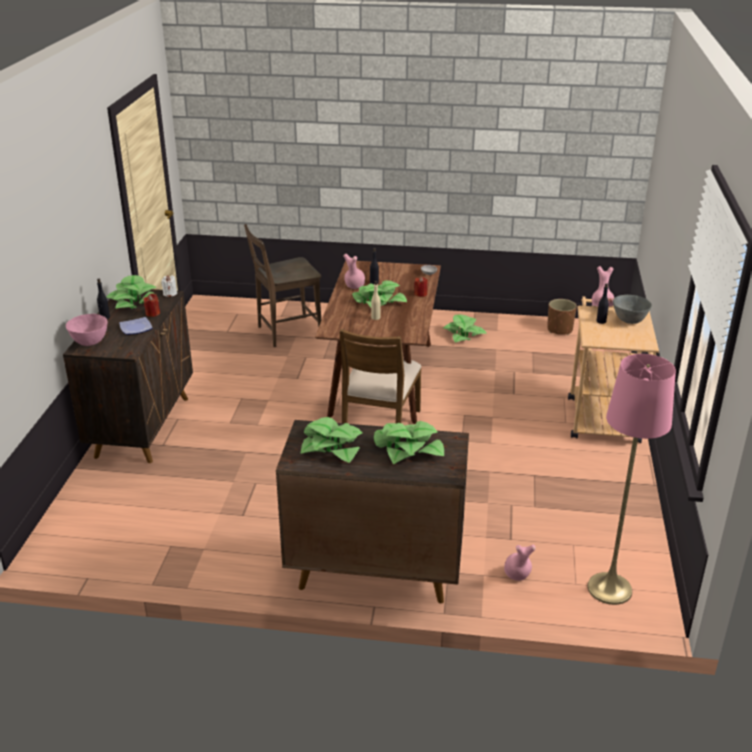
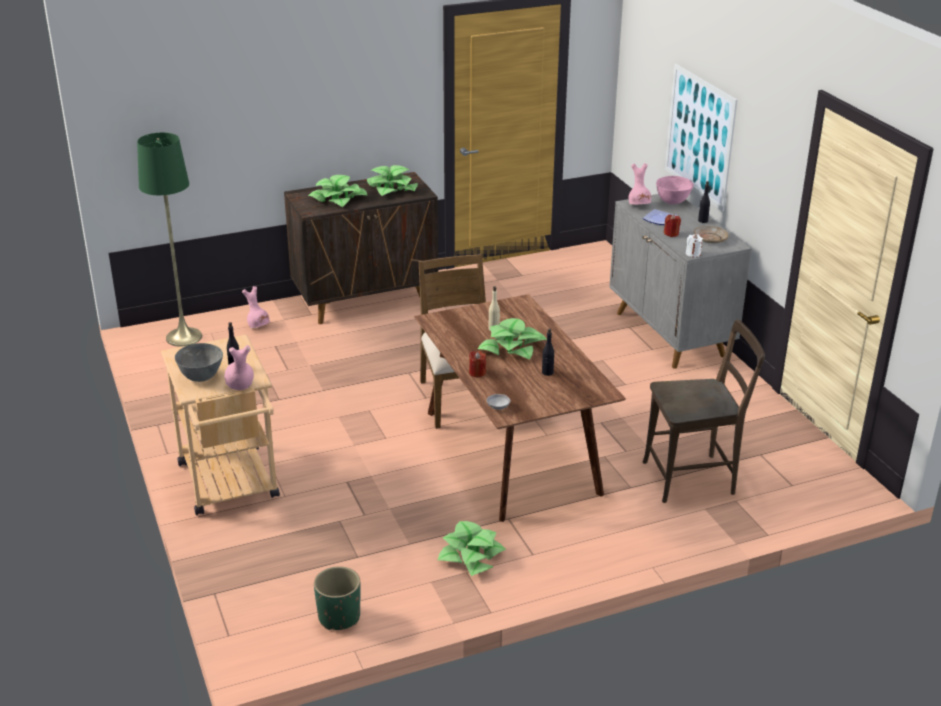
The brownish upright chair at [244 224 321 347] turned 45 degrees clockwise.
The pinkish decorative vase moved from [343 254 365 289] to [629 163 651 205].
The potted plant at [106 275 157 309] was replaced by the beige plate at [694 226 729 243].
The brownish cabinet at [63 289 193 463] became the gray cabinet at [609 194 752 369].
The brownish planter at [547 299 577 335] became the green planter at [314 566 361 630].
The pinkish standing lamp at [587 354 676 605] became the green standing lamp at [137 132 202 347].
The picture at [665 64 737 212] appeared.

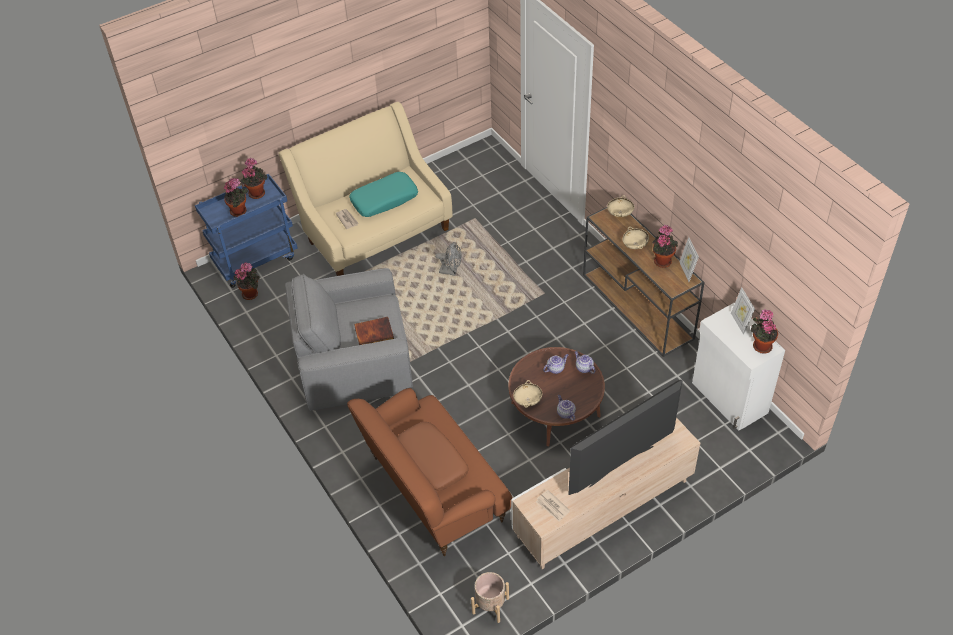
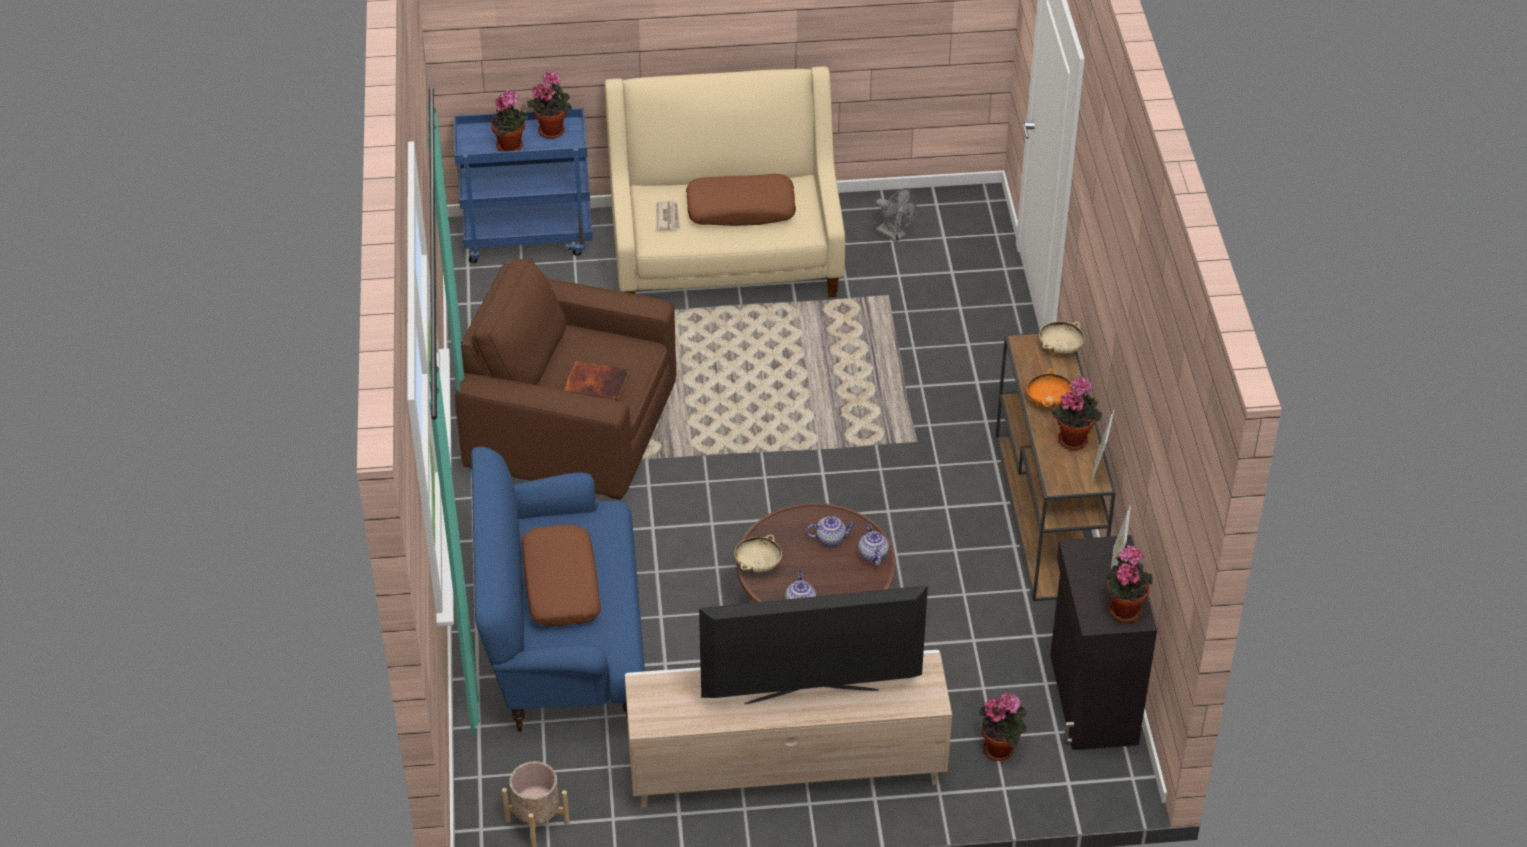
The turquoise-coloured pillow at [349 172 418 217] became the brownish pillow at [686 174 796 226].
The beige deep dish at [622 227 649 249] became the orange deep dish at [1027 369 1074 407].
The gray electric fan moved from [435 242 462 276] to [876 188 917 242].
The potted plant moved from [233 262 260 300] to [979 693 1027 761].
The gray lounge chair at [285 268 413 411] became the brownish lounge chair at [455 258 676 500].
The white-coloured cabinet at [692 303 785 431] became the black-coloured cabinet at [1050 535 1157 750].
The brownish couch at [347 388 512 556] became the blue-coloured couch at [471 446 645 732].
The newspaper at [536 490 570 522] disappeared.

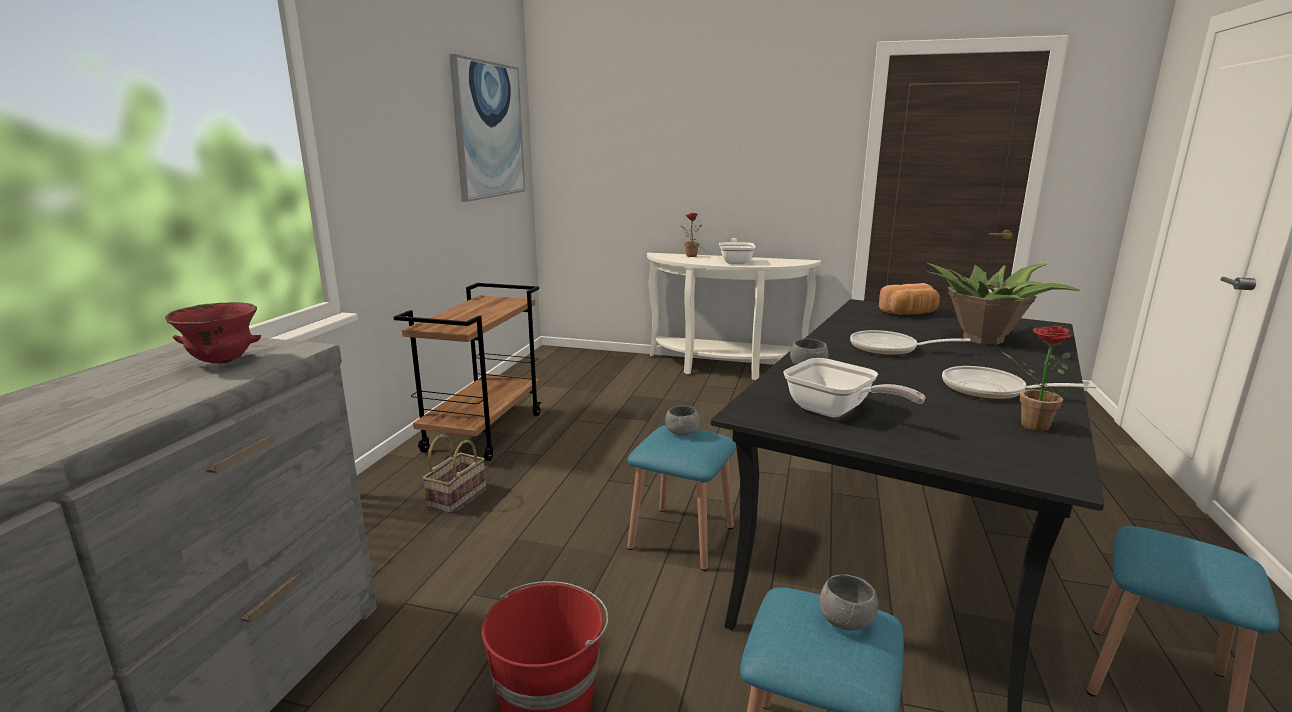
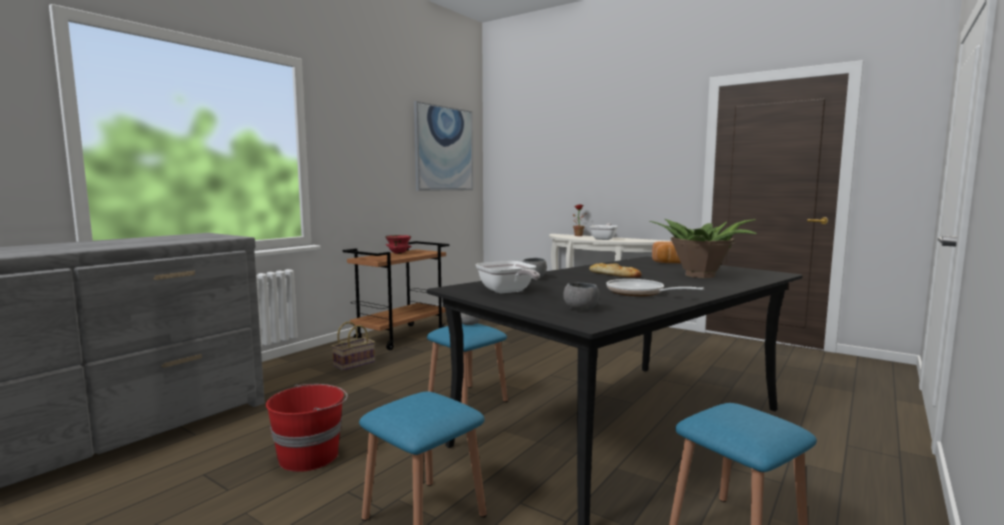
The red deep dish moved from [165 302 261 363] to [385 235 412 254].
The potted plant at [1002 326 1071 431] disappeared.
The pan at [850 330 971 356] was replaced by the bakery bread at [589 263 641 278].
The gray deep dish moved from [820 574 878 630] to [563 283 600 310].

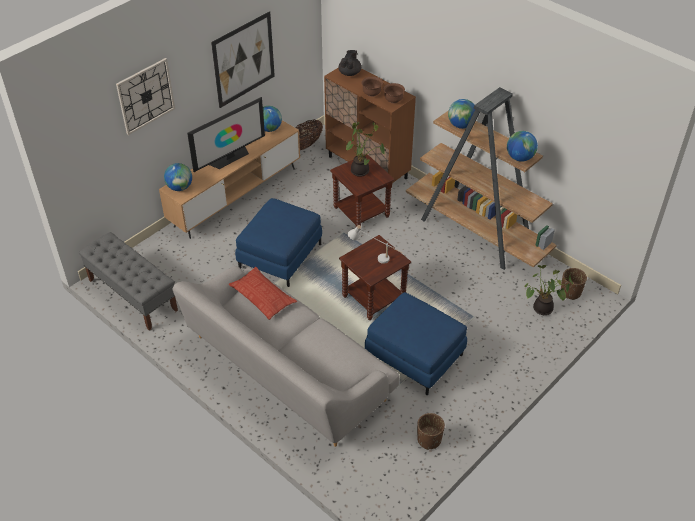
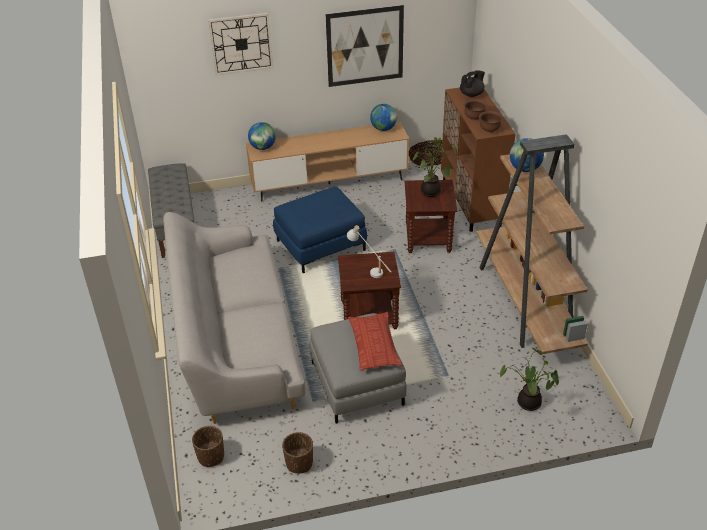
The television at [187 97 265 172] disappeared.
The globe at [507 131 538 162] disappeared.
The pillow moved from [229 267 297 320] to [348 312 402 371].
The brownish planter moved from [561 268 587 300] to [192 426 224 467].
The blue-coloured footrest at [365 292 467 395] became the gray footrest at [309 313 407 424].

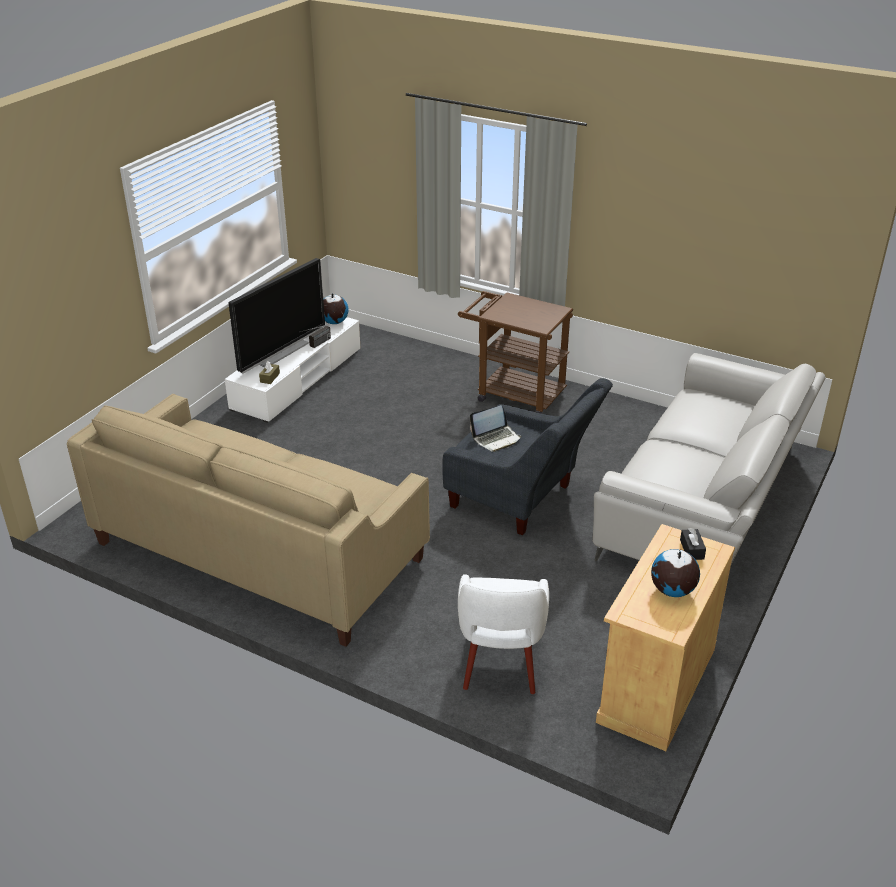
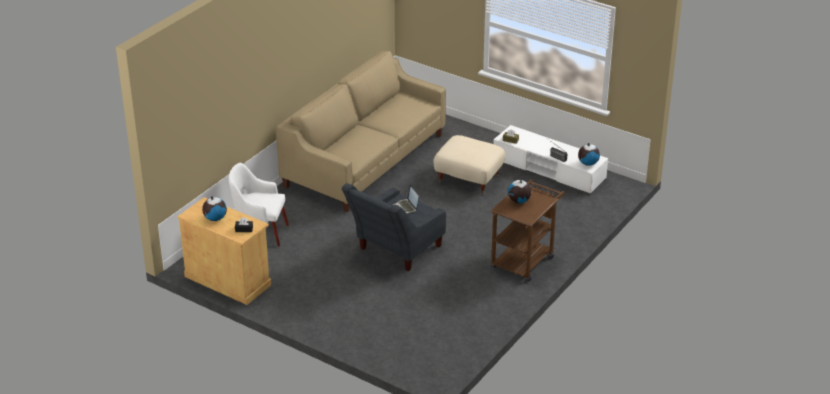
The television at [229 258 325 374] disappeared.
The gray couch at [592 353 825 564] disappeared.
The beige footrest at [434 135 505 195] appeared.
The globe at [508 179 531 203] appeared.

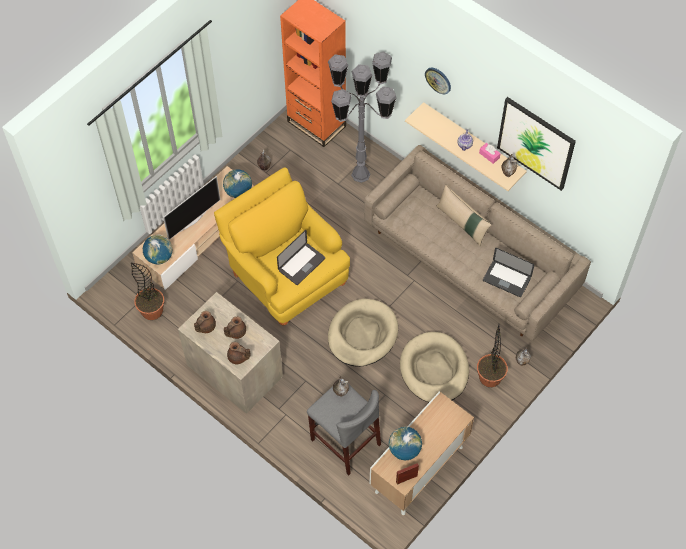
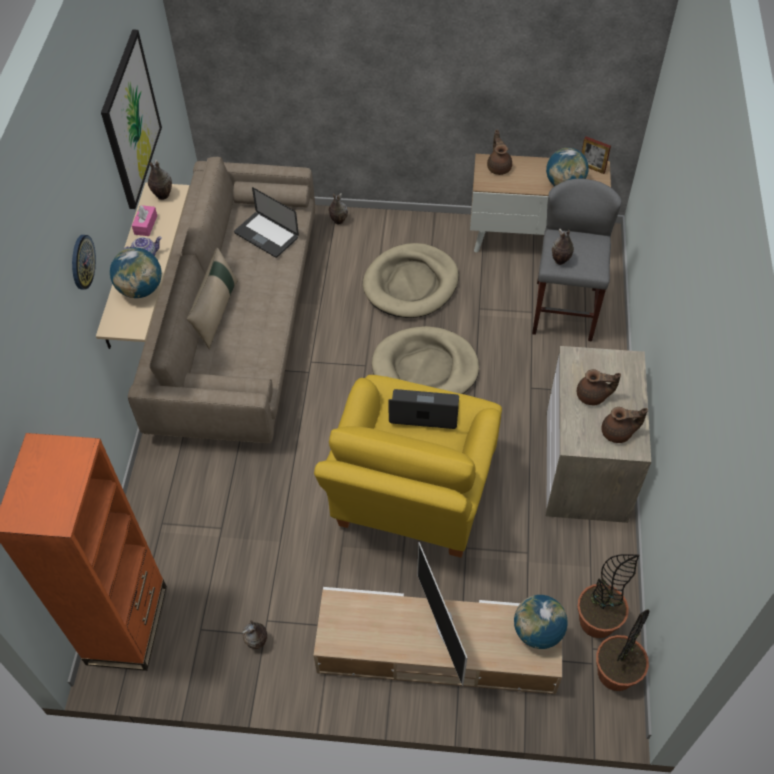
The gray standing lamp at [328 51 397 183] disappeared.
The globe moved from [223 169 252 198] to [110 247 162 298].
The television at [163 176 220 240] turned 120 degrees counterclockwise.
The laptop at [483 248 534 297] turned 135 degrees clockwise.
The potted plant moved from [477 324 508 387] to [596 609 649 691].
The brownish teapot moved from [227 342 251 364] to [487 130 512 175].

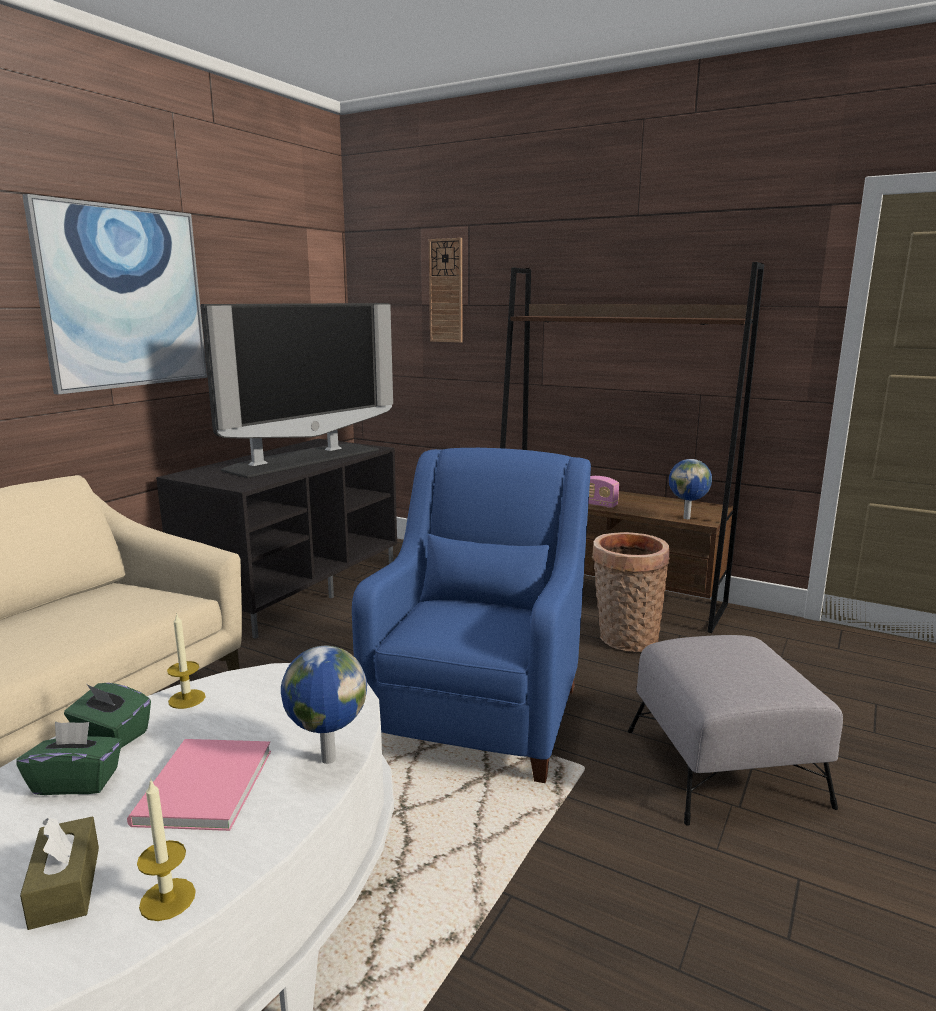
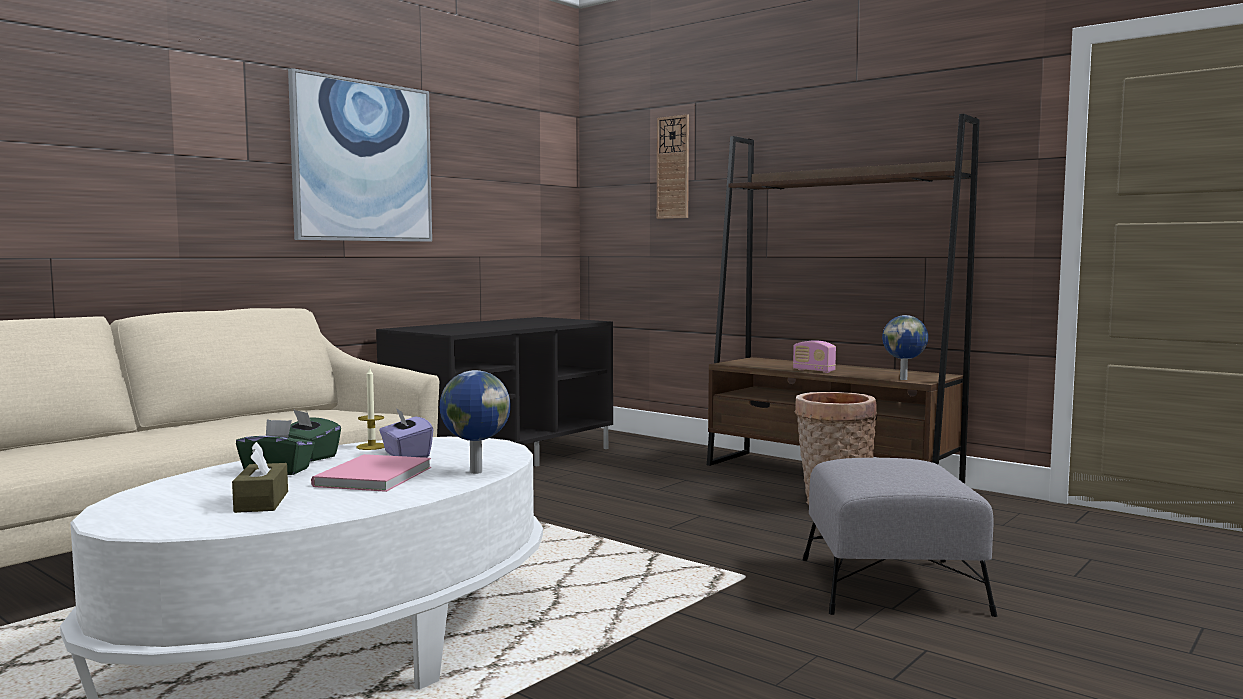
The television at [201 303 393 478] disappeared.
The blue-coloured lounge chair at [352 448 591 783] disappeared.
The candle at [137 778 196 921] disappeared.
The purple tissue holder at [379 408 433 458] appeared.

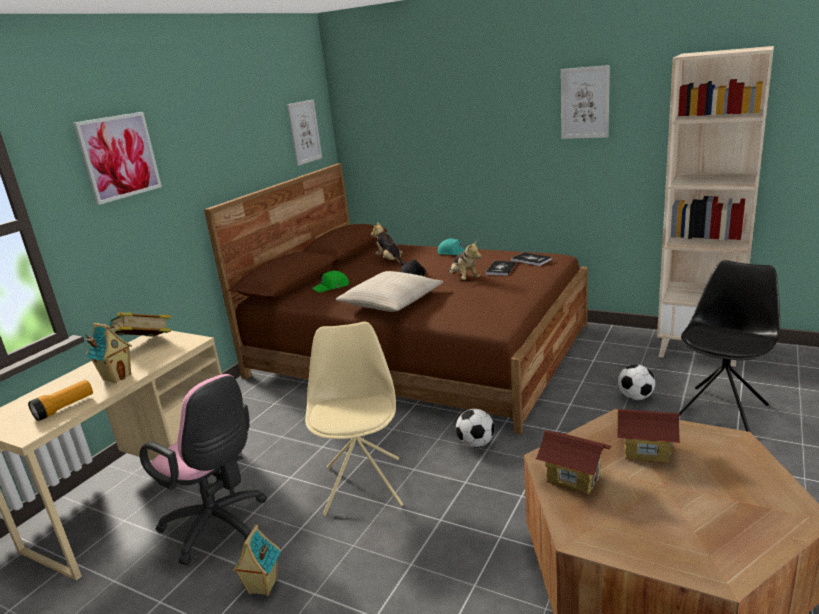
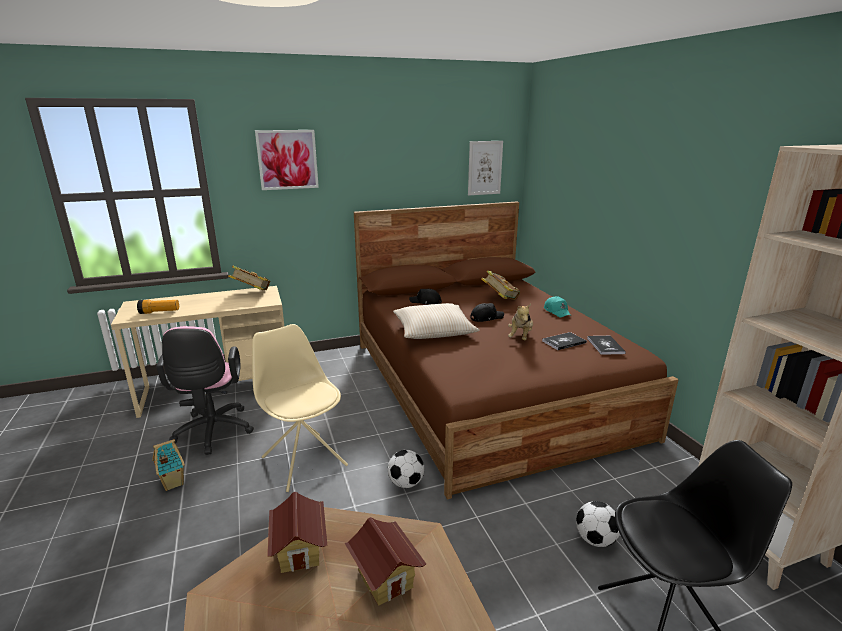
The picture at [561 65 610 139] disappeared.
The soft toy at [371 222 406 266] was replaced by the book at [481 270 520 300].
The green cap at [313 270 349 293] became the black-coloured cap at [409 289 442 305].
The beige upright chair at [305 322 404 516] turned 75 degrees counterclockwise.
The miniature house at [85 323 132 384] disappeared.

